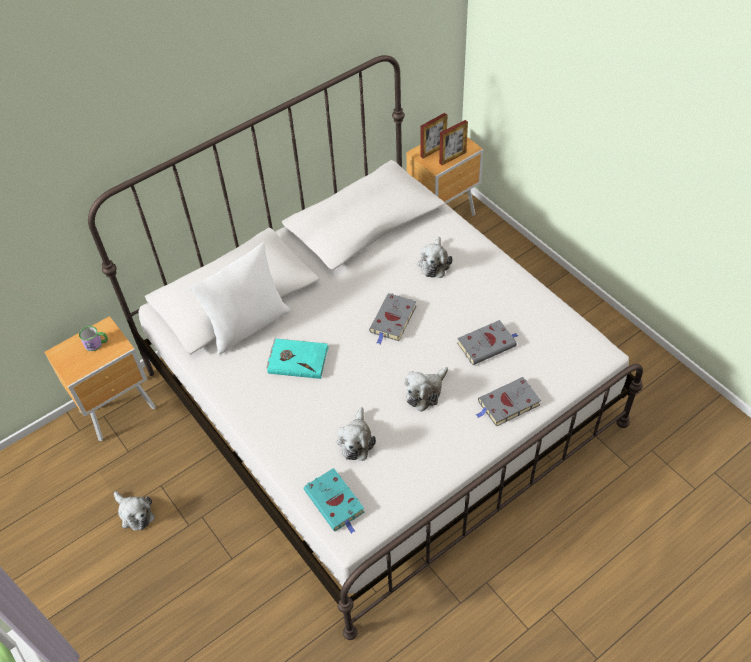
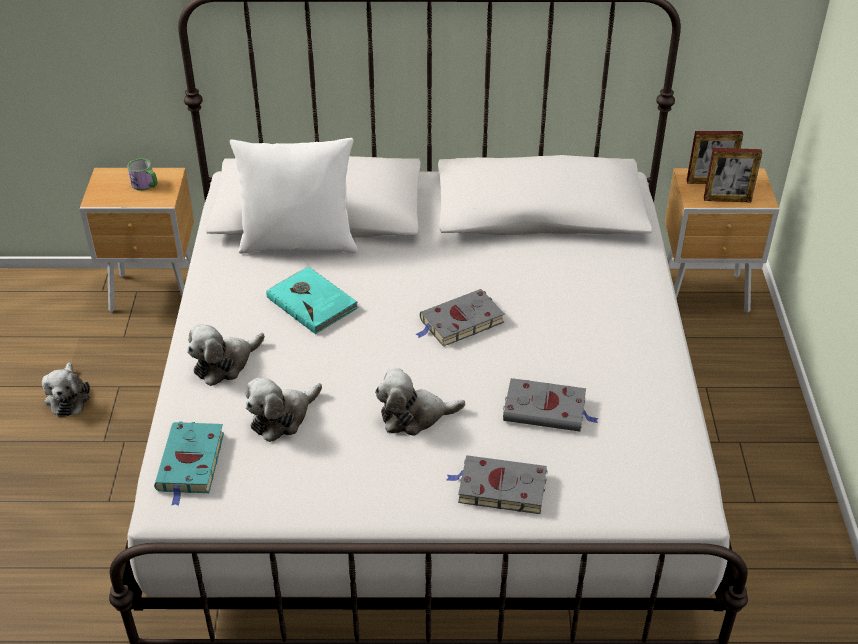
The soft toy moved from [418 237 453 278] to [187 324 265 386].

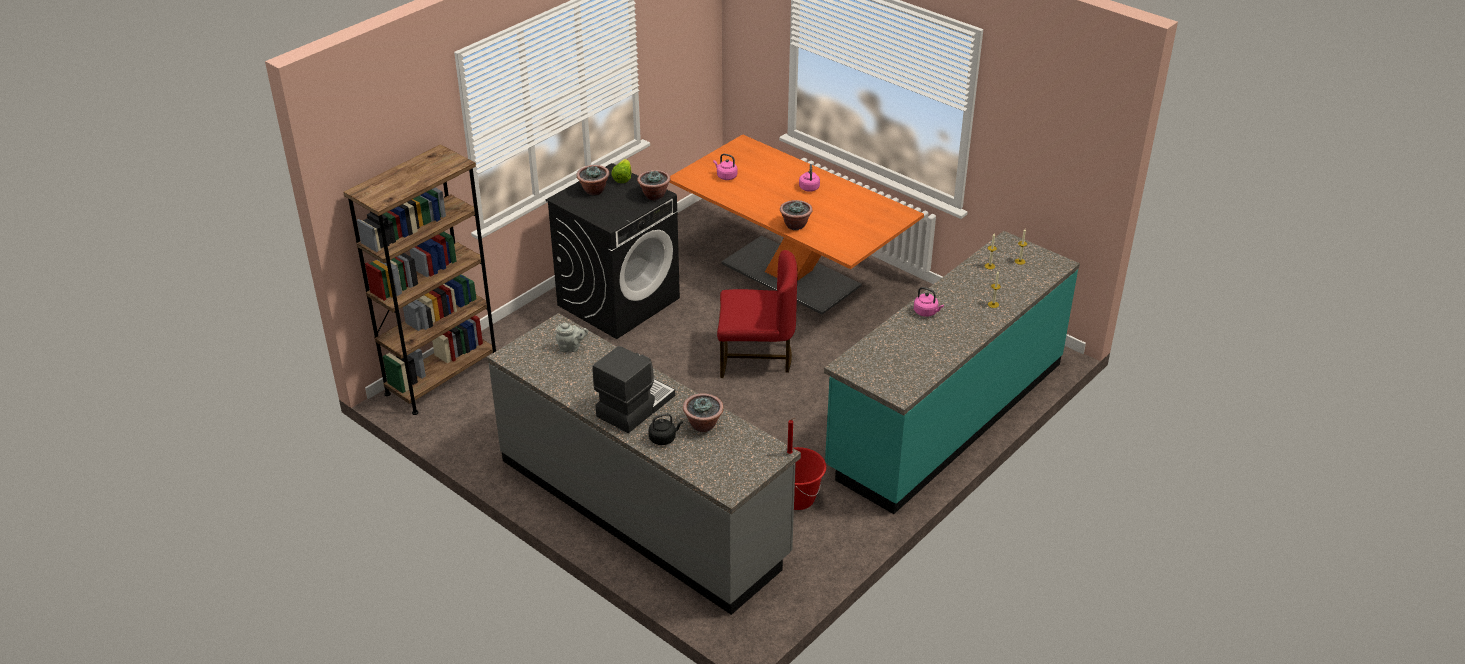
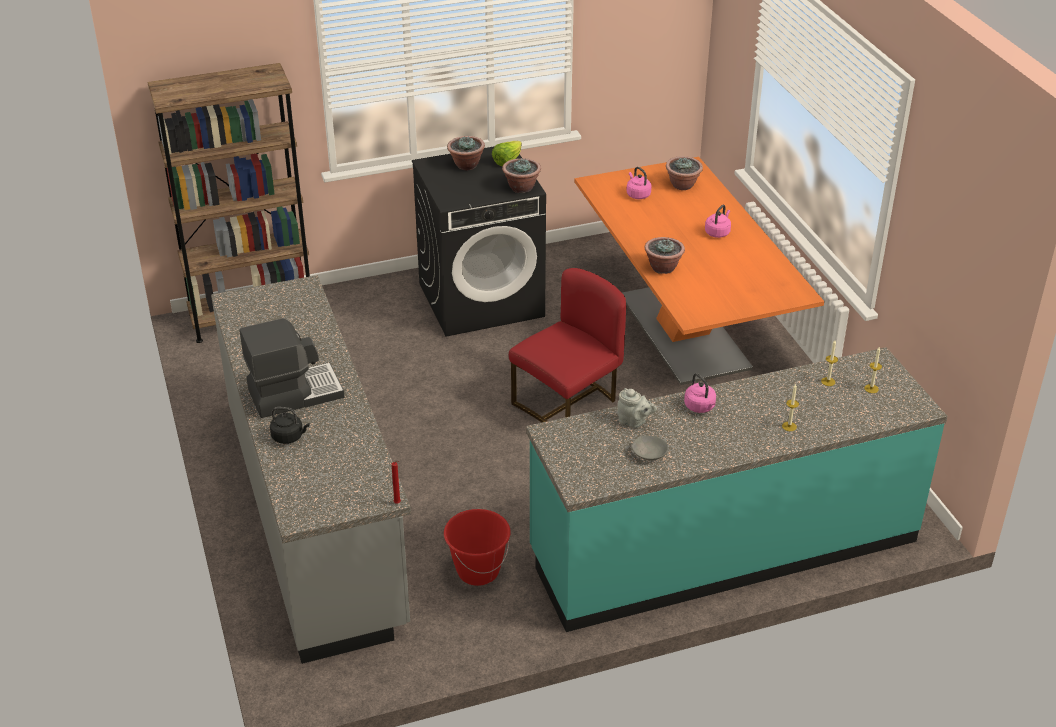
The red upright chair at [717 250 798 378] turned 75 degrees counterclockwise.
The gray teapot moved from [556 323 589 352] to [617 388 657 428].
The potted plant moved from [683 393 724 432] to [666 156 703 190].
The gray deep dish at [632 436 668 460] appeared.

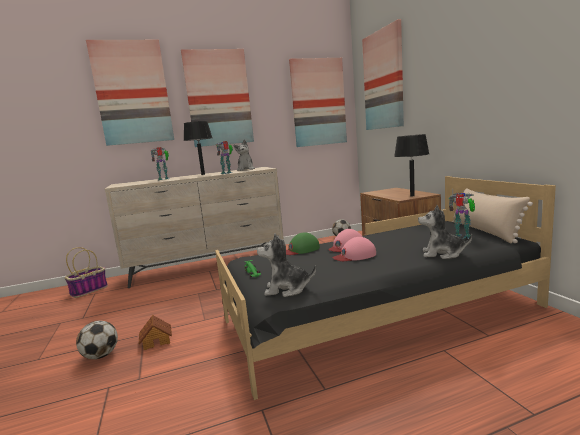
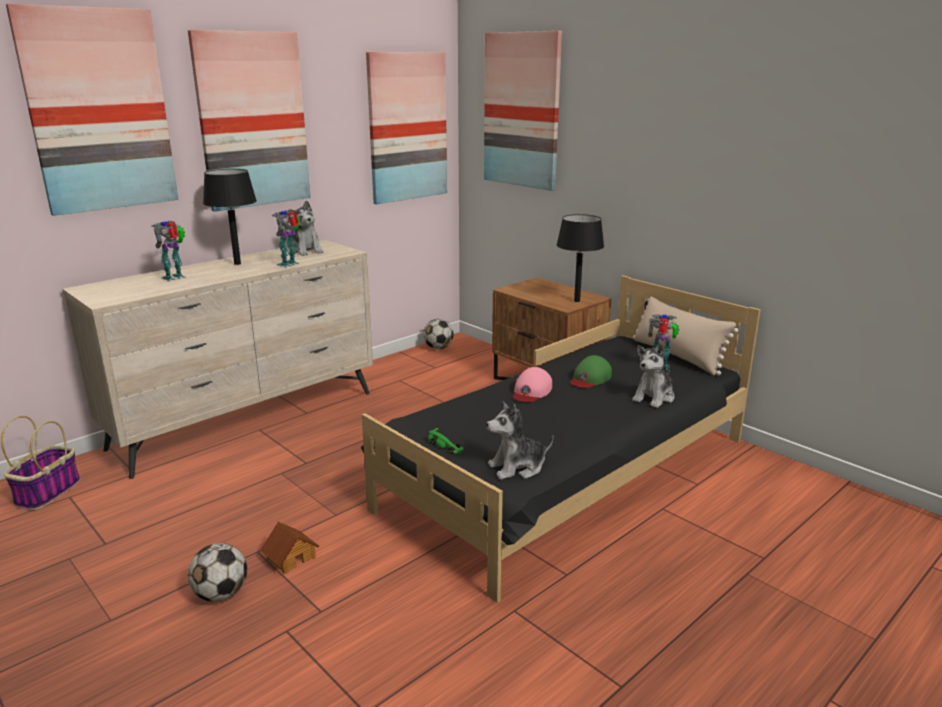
The soft toy at [418 205 472 259] turned 45 degrees counterclockwise.
The green cap moved from [286 232 320 255] to [570 355 612 388].
The pinkish cap at [332 237 376 261] disappeared.

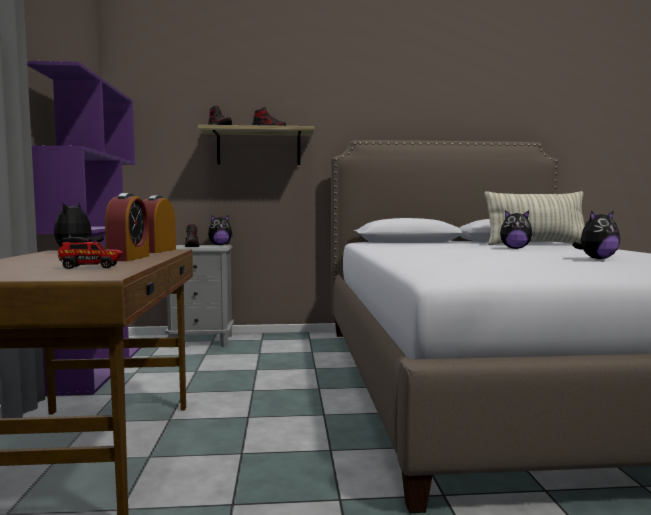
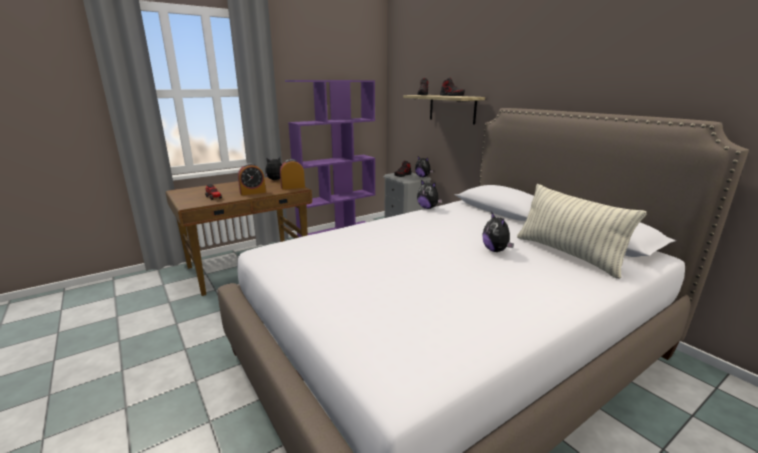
The soft toy moved from [572 211 620 259] to [417 180 443 209].

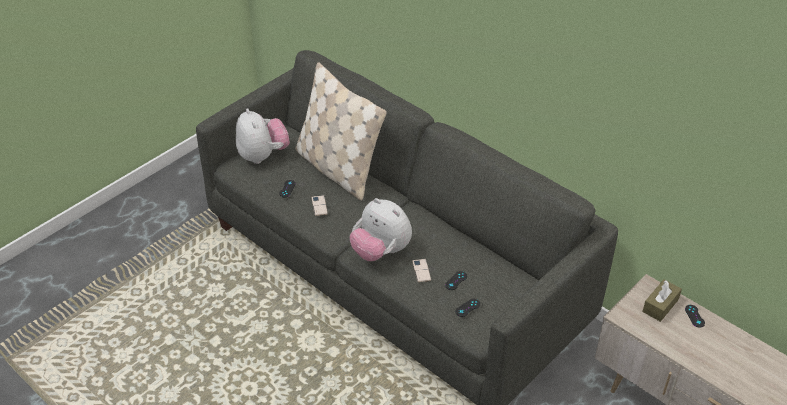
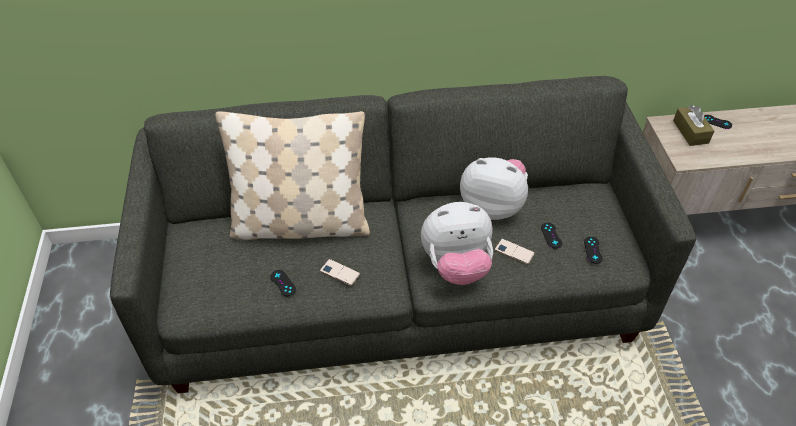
The soft toy moved from [236 108 290 164] to [460 157 528 220].

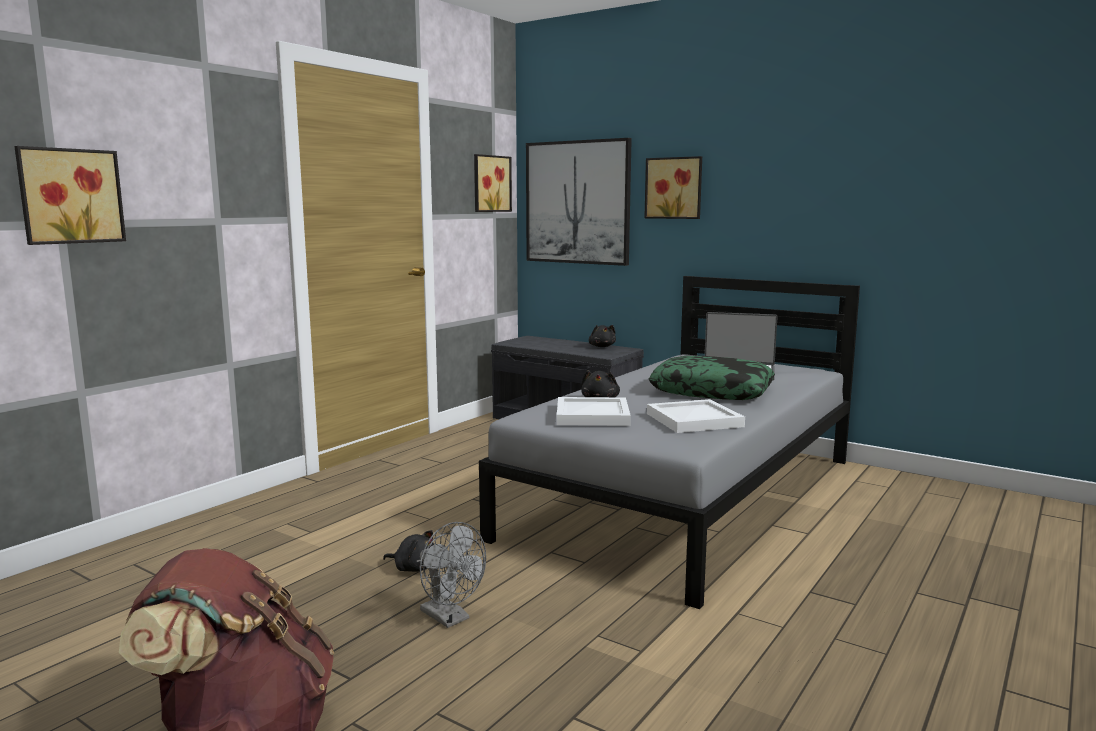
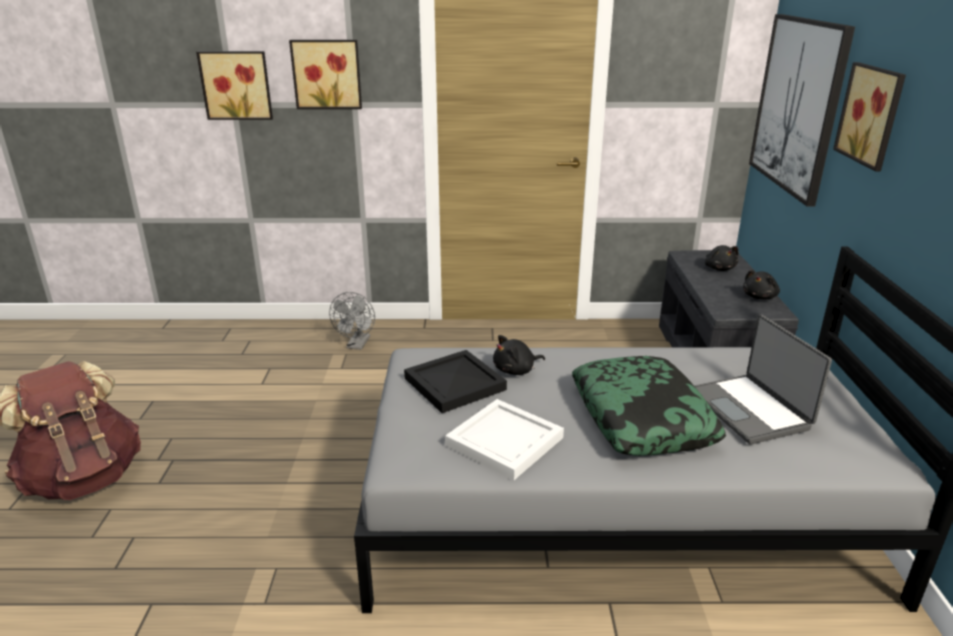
The picture moved from [474 154 512 212] to [289 40 362 109].
The white-coloured serving tray at [557 397 631 426] became the black-coloured serving tray at [404 350 507 413].
The gray electric fan moved from [419 522 486 628] to [329 292 375 350].
The black-coloured soft toy moved from [383 530 434 572] to [705 245 739 271].

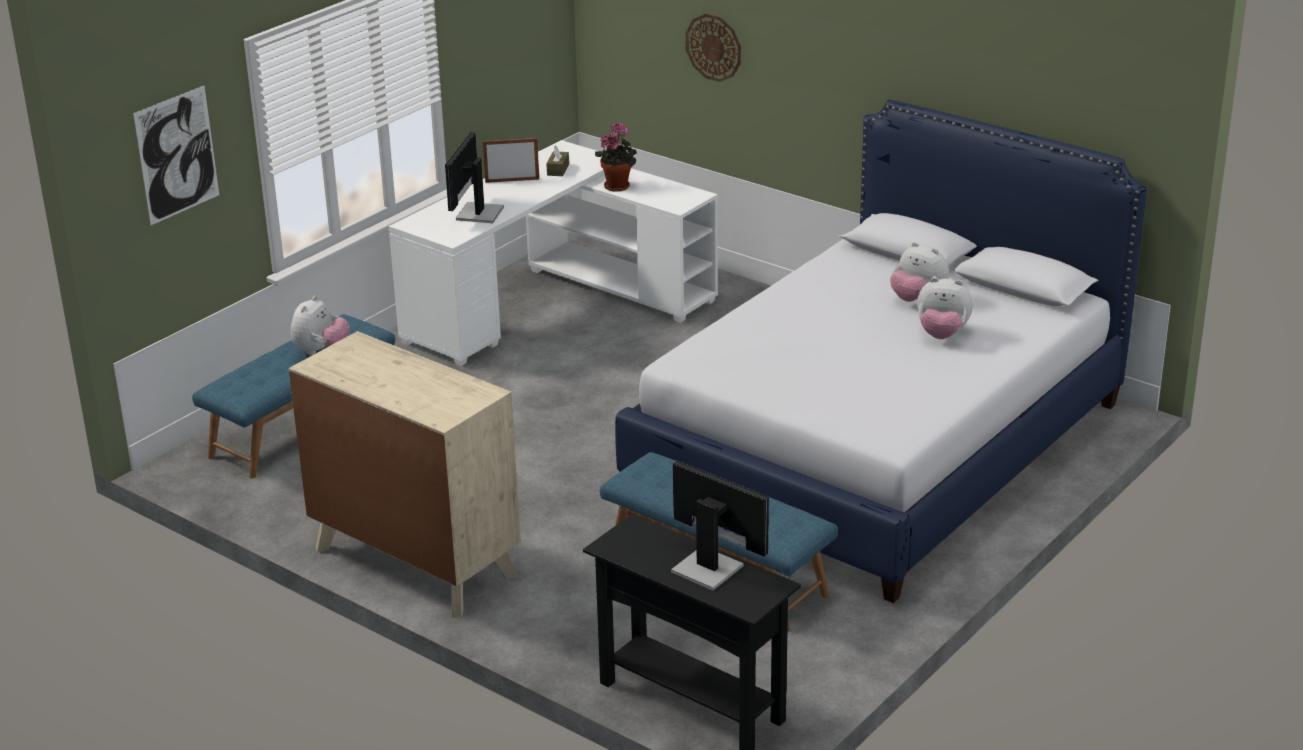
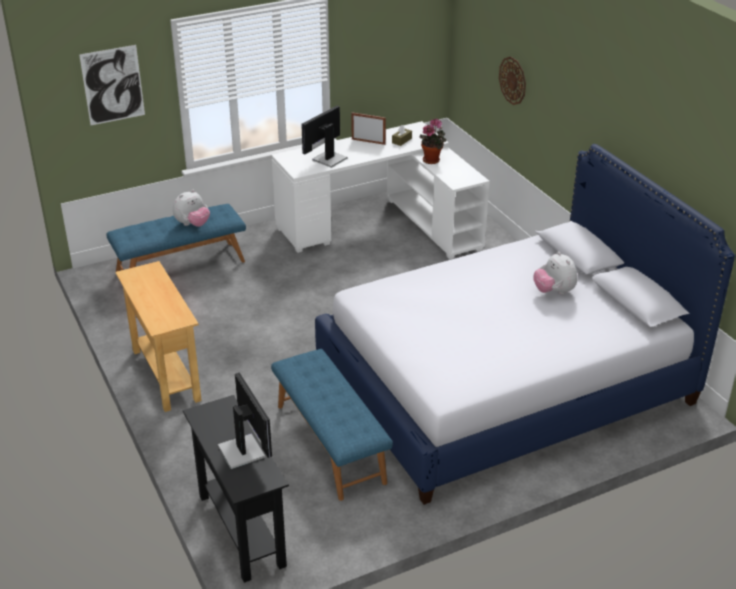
The soft toy at [917 277 973 339] disappeared.
The beige dresser at [288 331 521 618] was replaced by the beige narrow table at [116 261 202 412].

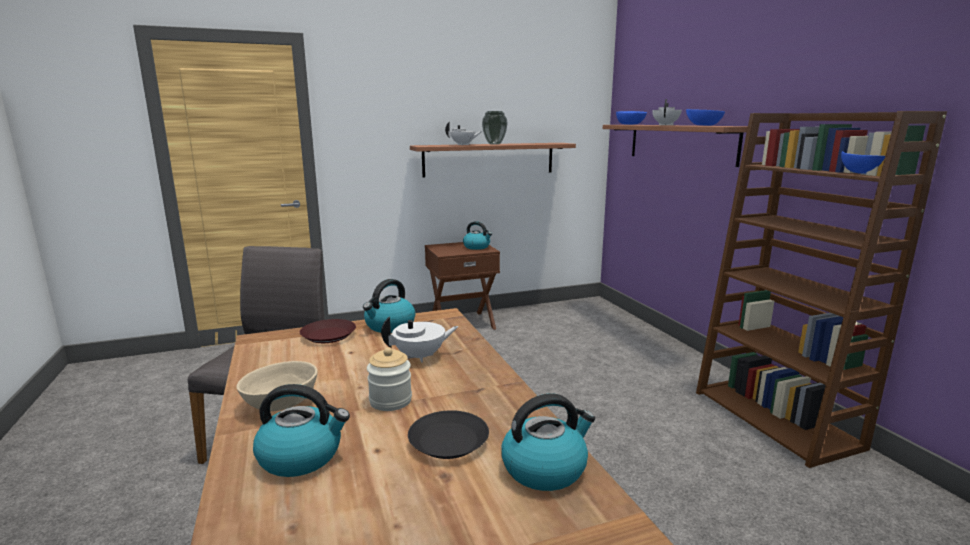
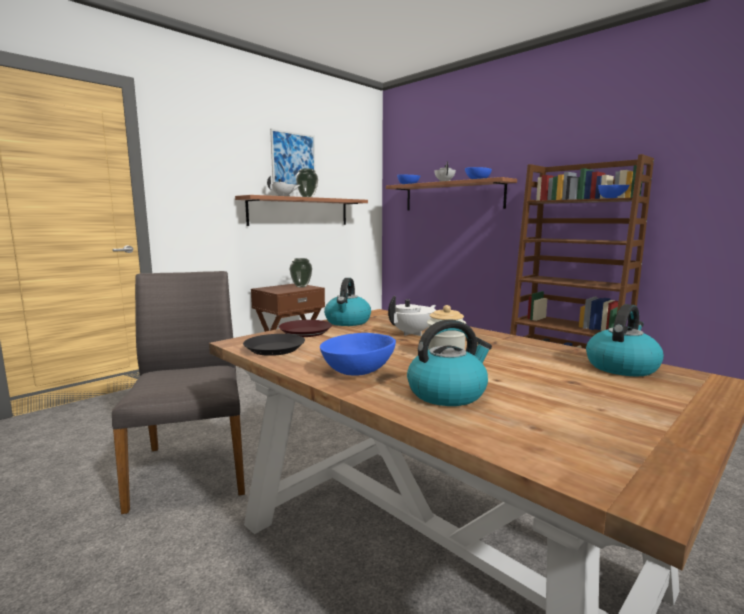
The kettle at [463 221 492 250] was replaced by the decorative vase at [290 258 312 287].
The beige deep dish at [236 361 317 411] became the blue-coloured deep dish at [320 333 396 375].
The black-coloured plate moved from [408 410 489 459] to [243 334 305 356].
The picture at [270 129 316 186] appeared.

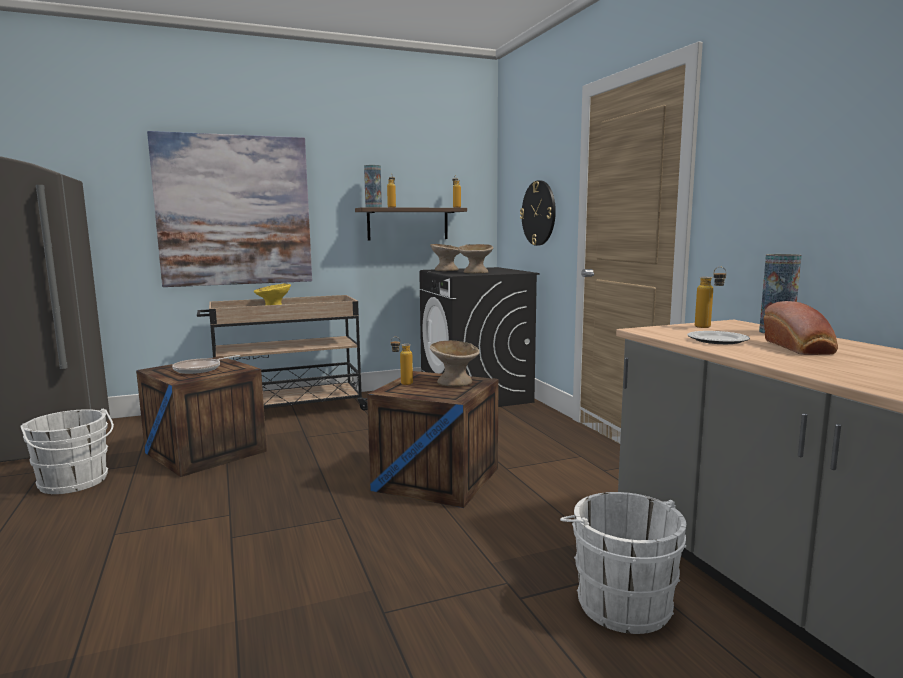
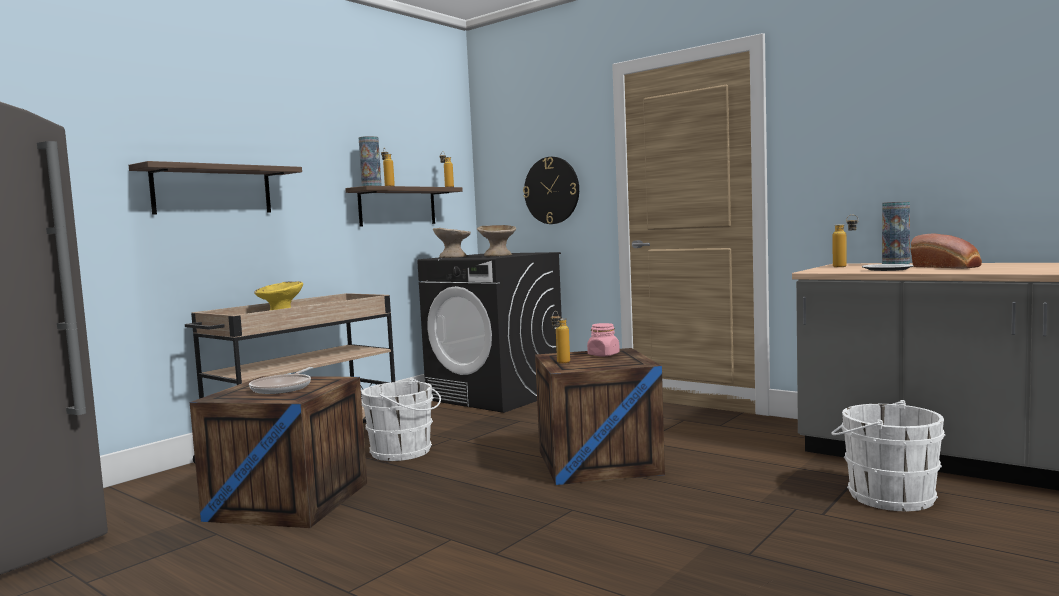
The picture at [147 131 312 287] was replaced by the bracket shelf at [129 161 302 215].
The beige deep dish at [430 340 479 387] was replaced by the pinkish jar at [587 323 620 356].
The white-coloured water bucket moved from [20 409 114 494] to [361 378 441 461].

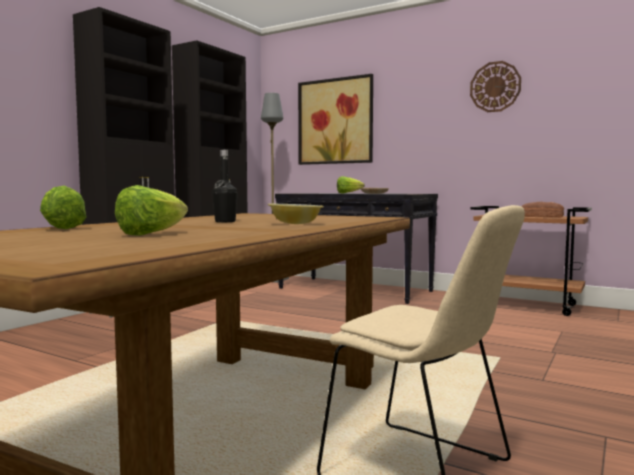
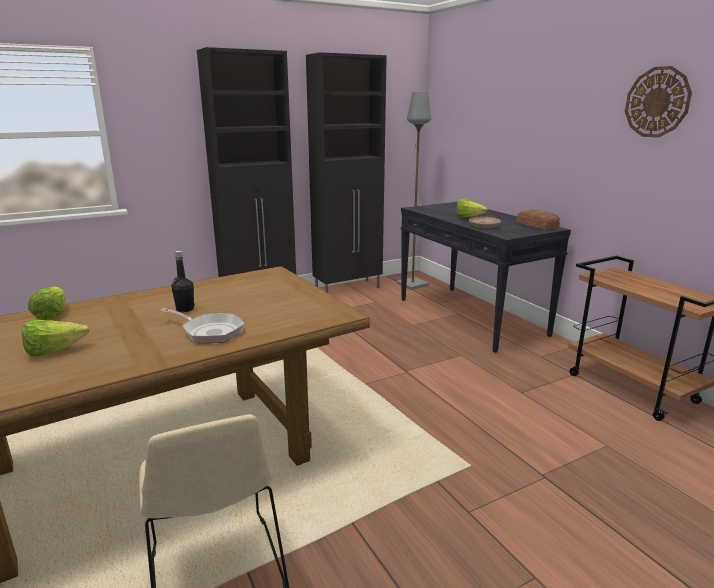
The picture at [298 74 373 165] disappeared.
The bakery bread moved from [521 202 564 218] to [516 209 560 230].
The deep dish at [268 204 324 224] was replaced by the pan at [160 308 245 343].

